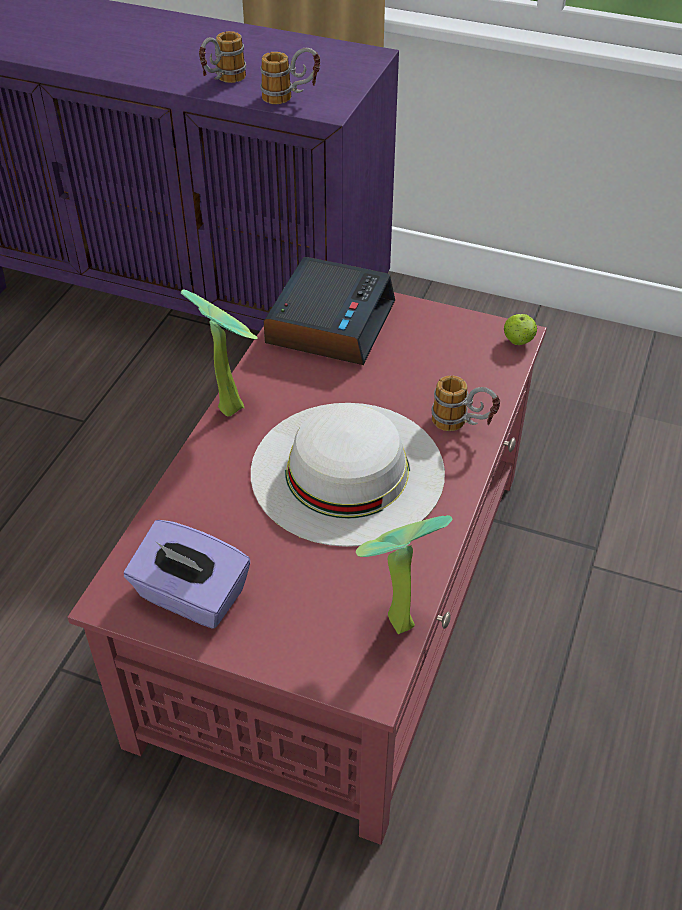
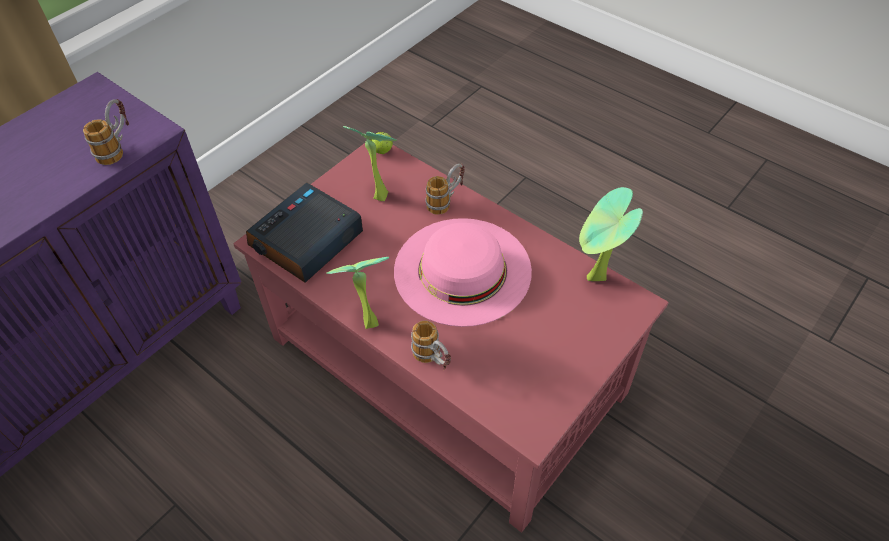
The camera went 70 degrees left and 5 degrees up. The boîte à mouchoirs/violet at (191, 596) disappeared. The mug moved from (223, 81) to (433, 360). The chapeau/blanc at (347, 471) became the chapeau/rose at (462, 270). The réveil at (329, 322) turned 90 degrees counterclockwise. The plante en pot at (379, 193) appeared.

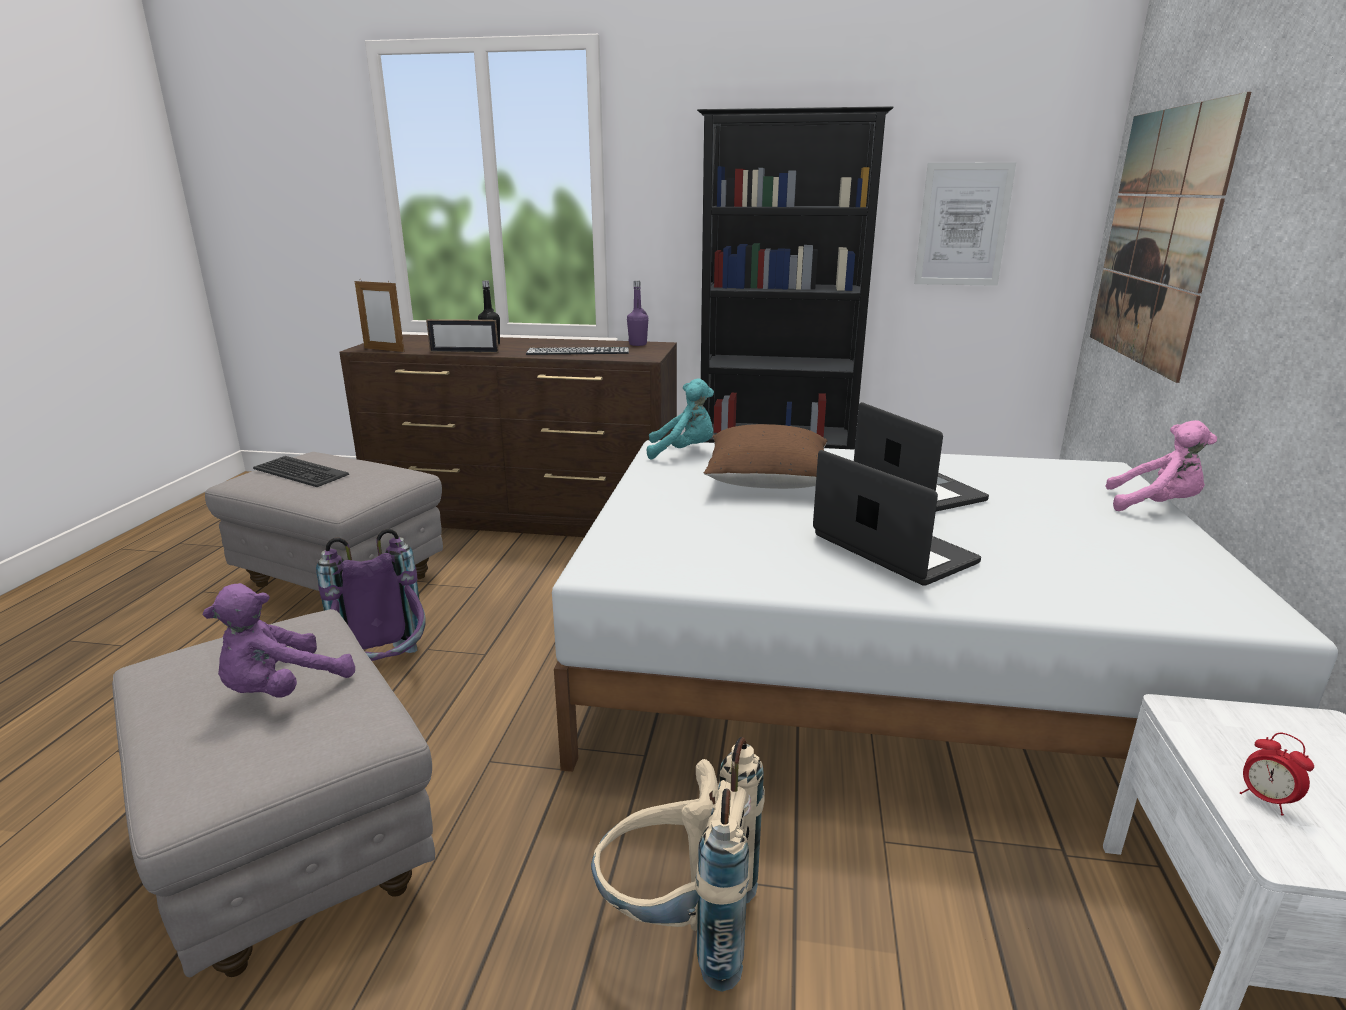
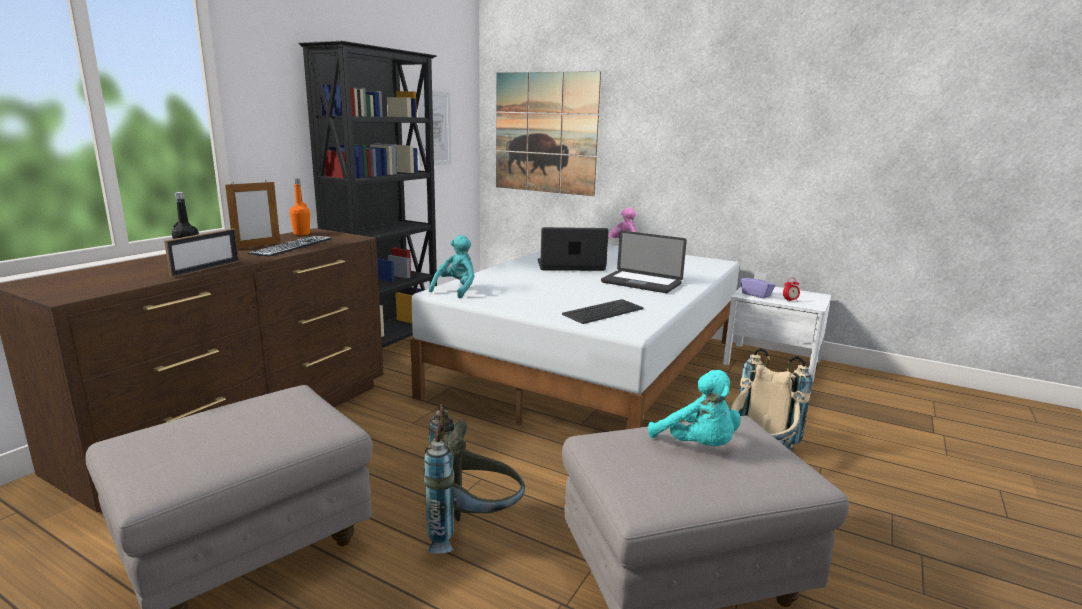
The camera went 70 degrees left and 5 degrees down. The peluche/violet at (282, 690) became the peluche/turquoise at (698, 446). The clavier moved from (299, 472) to (604, 312). The sac à dos/violet at (385, 673) became the sac à dos/gris at (472, 529). The cadre photo moved from (384, 350) to (257, 246). The bouteille/violet at (638, 344) became the bouteille/orange at (301, 234). The coussin/marron at (767, 481) disappeared. The ordinateur portable at (893, 549) turned 135 degrees counterclockwise. The boîte à mouchoirs/violet at (756, 295) appeared.

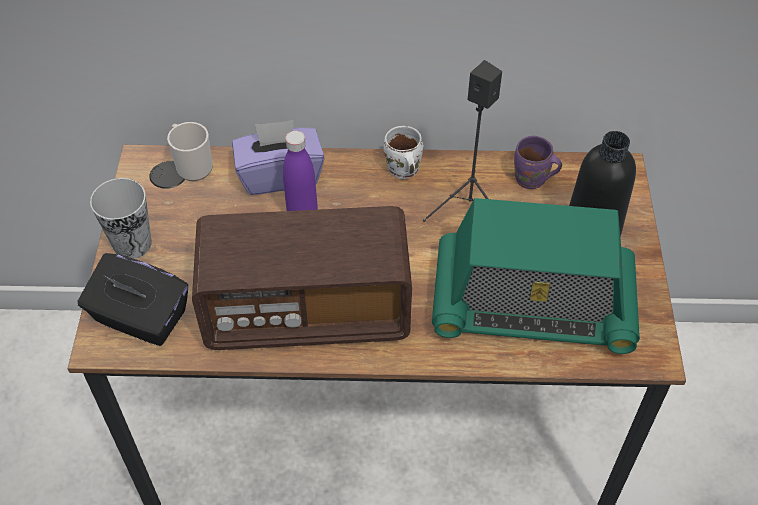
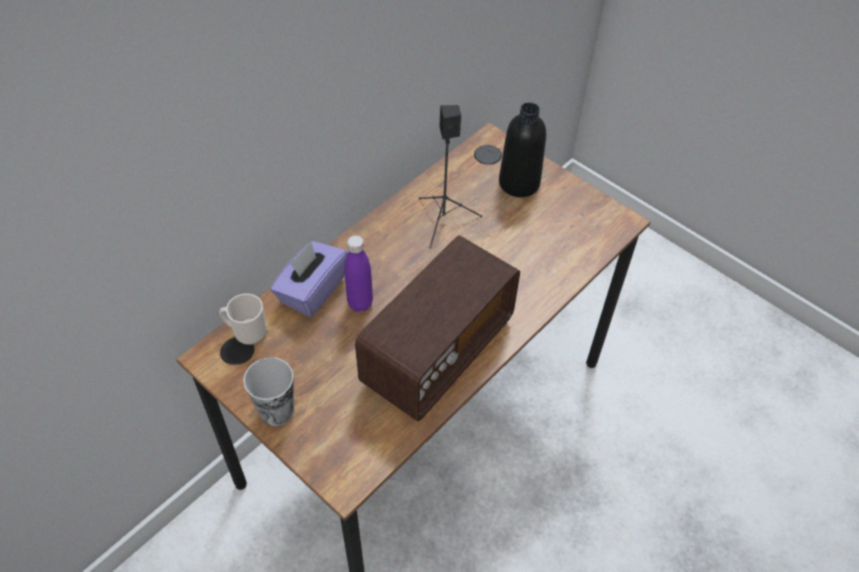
The camera went 50 degrees left and 0 degrees up. The boîte à mouchoirs/noir at (140, 318) disappeared. The mug/blanc at (402, 171) disappeared. The radio at (532, 304) disappeared. The mug/violet at (531, 180) disappeared.

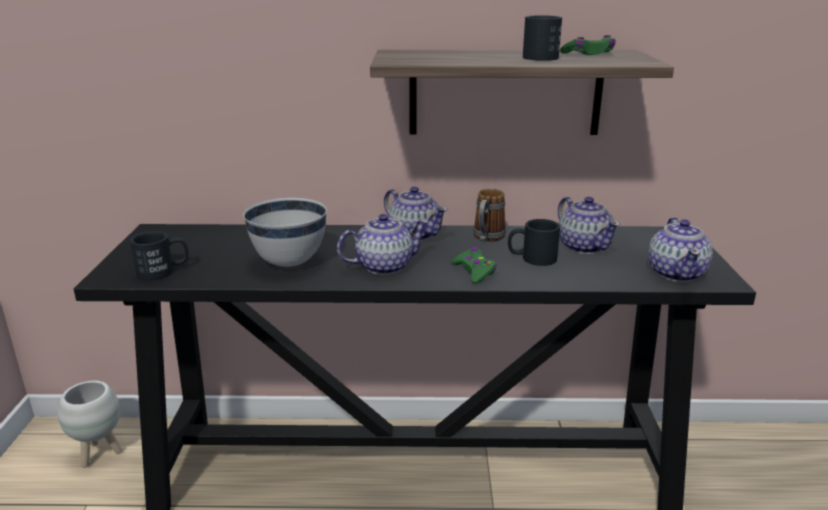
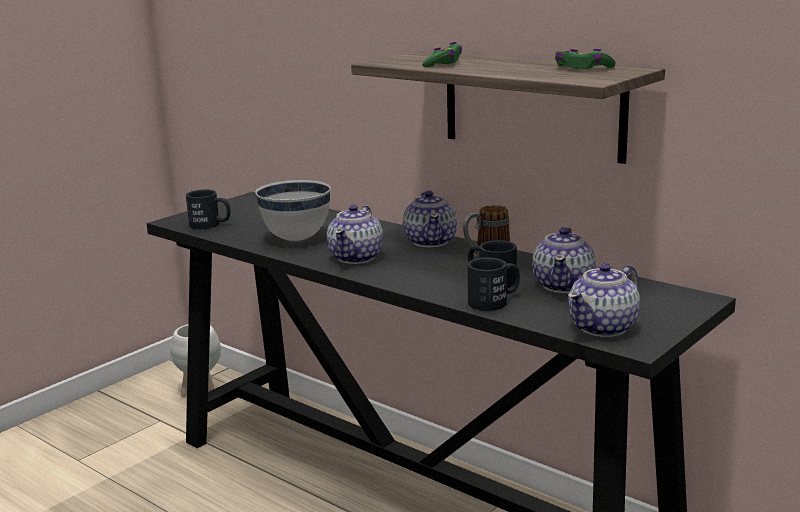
The camera went 40 degrees right and 5 degrees down. The théière at (383, 266) turned 90 degrees clockwise. The manette/vert moved from (474, 271) to (443, 63). The mug/noir moved from (542, 56) to (494, 301).

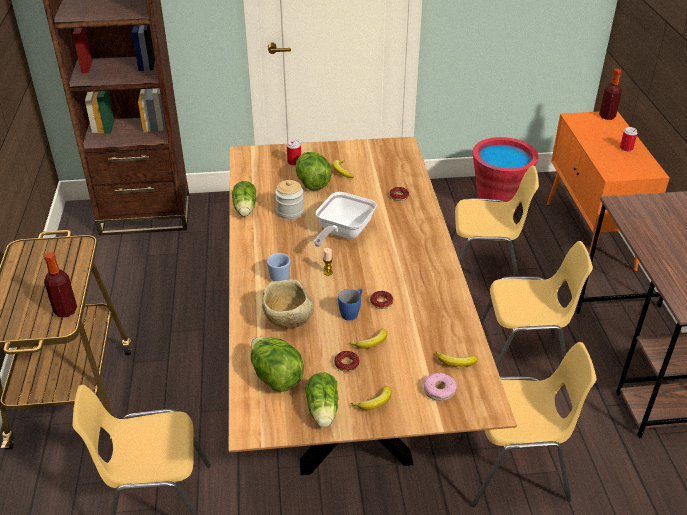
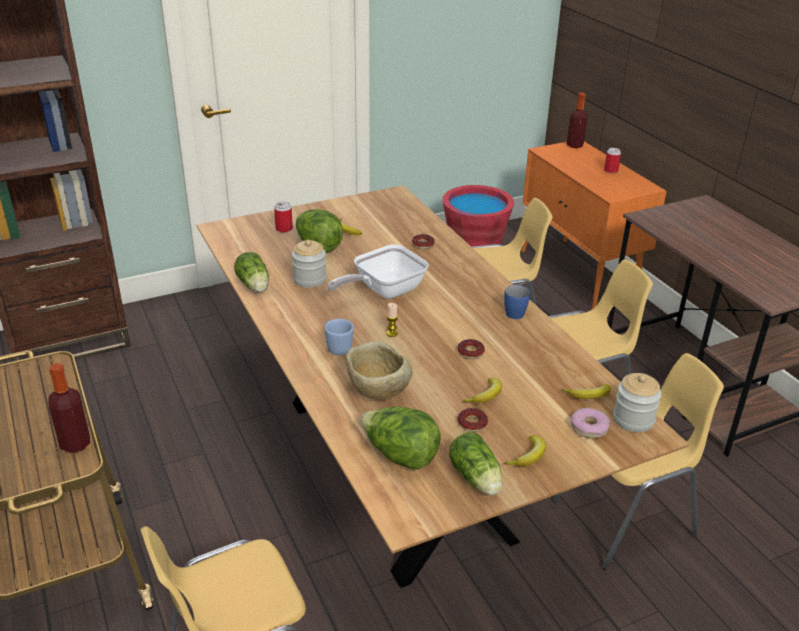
The camera went 20 degrees left and 5 degrees down. The poêle at (342, 233) turned 45 degrees clockwise. The mug/bleu moved from (352, 312) to (515, 311). The bocal at (633, 419) appeared.

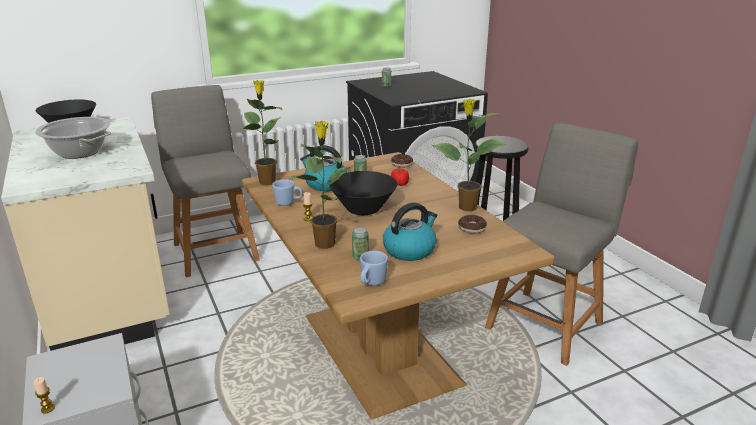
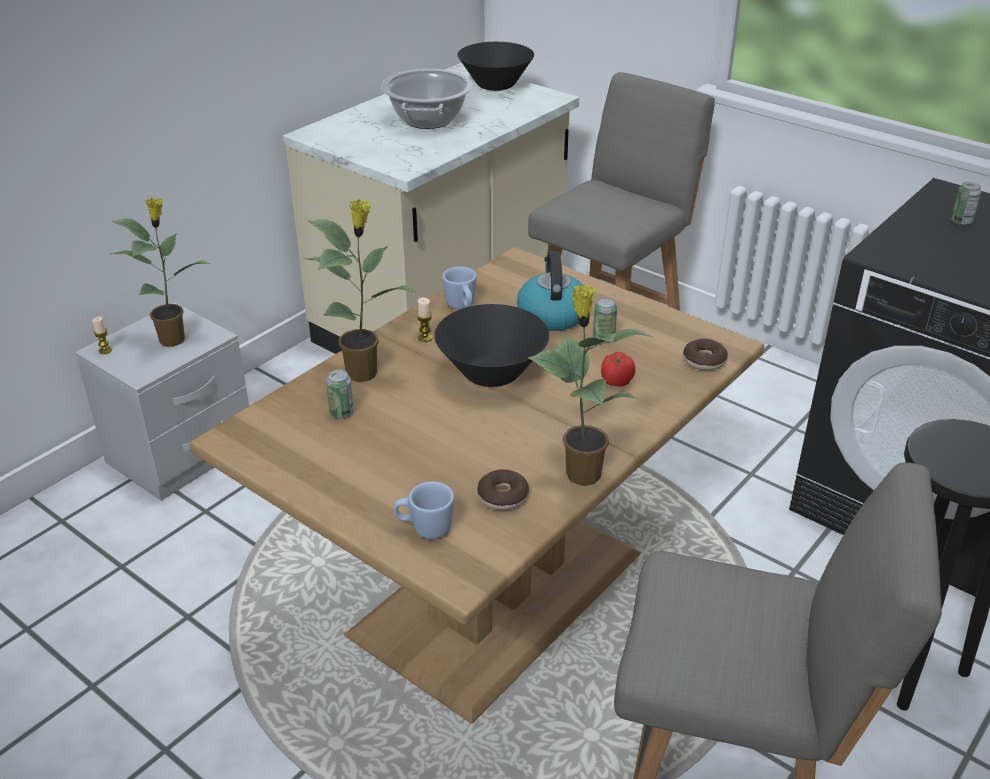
The camera went 65 degrees right and 10 degrees up. The plante en pot moved from (267, 181) to (174, 339). The mug/bleu moved from (371, 283) to (425, 529). The bouilloire at (410, 249) disappeared.

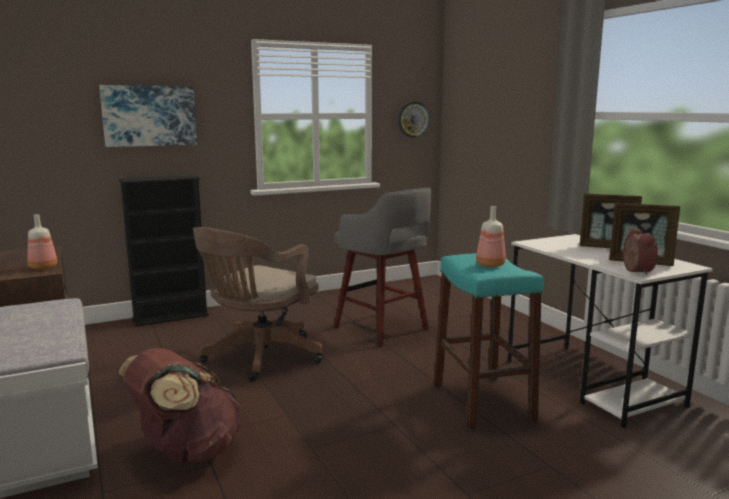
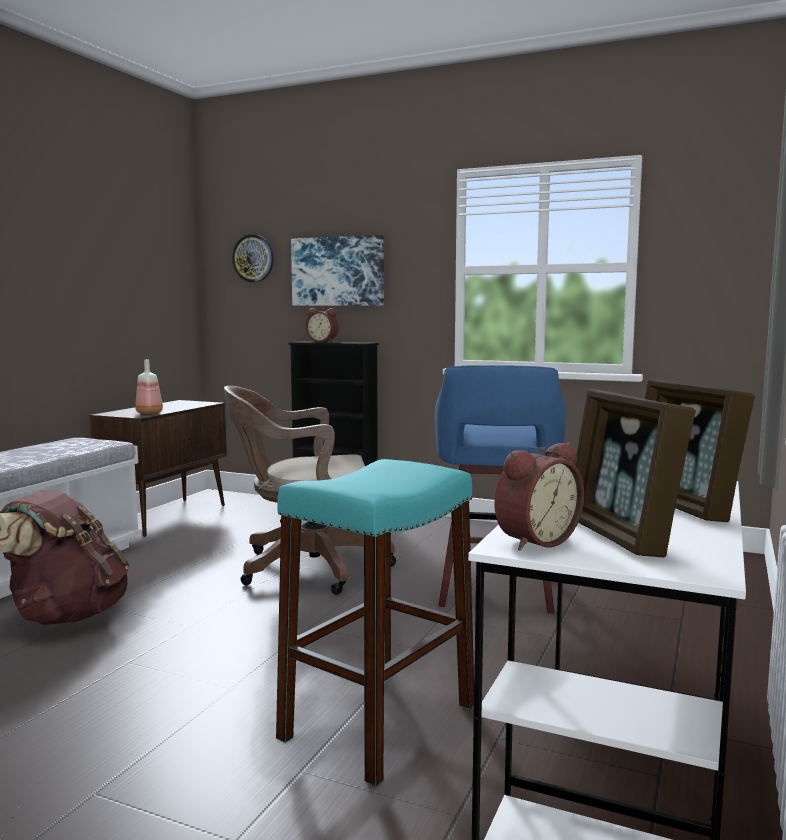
The camera went 50 degrees right and 5 degrees down. The tabouret/gris at (383, 330) became the tabouret/bleu at (495, 590). The horloge murale moved from (413, 119) to (253, 258). The bouteille at (491, 265) disappeared. The réveil at (323, 341) appeared.

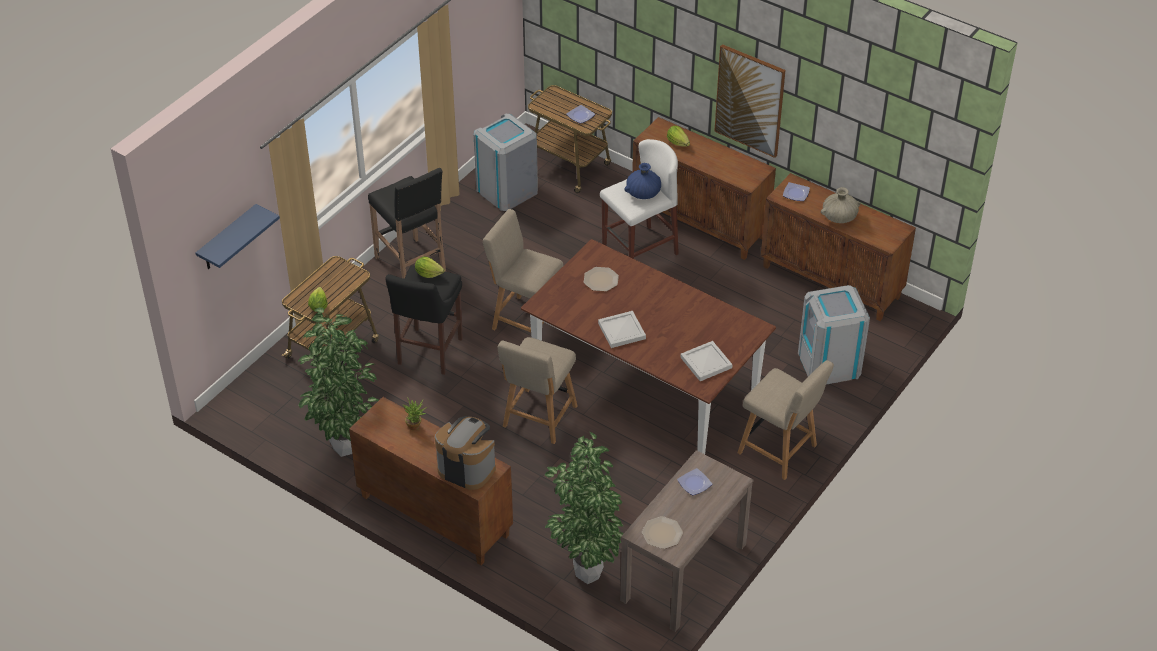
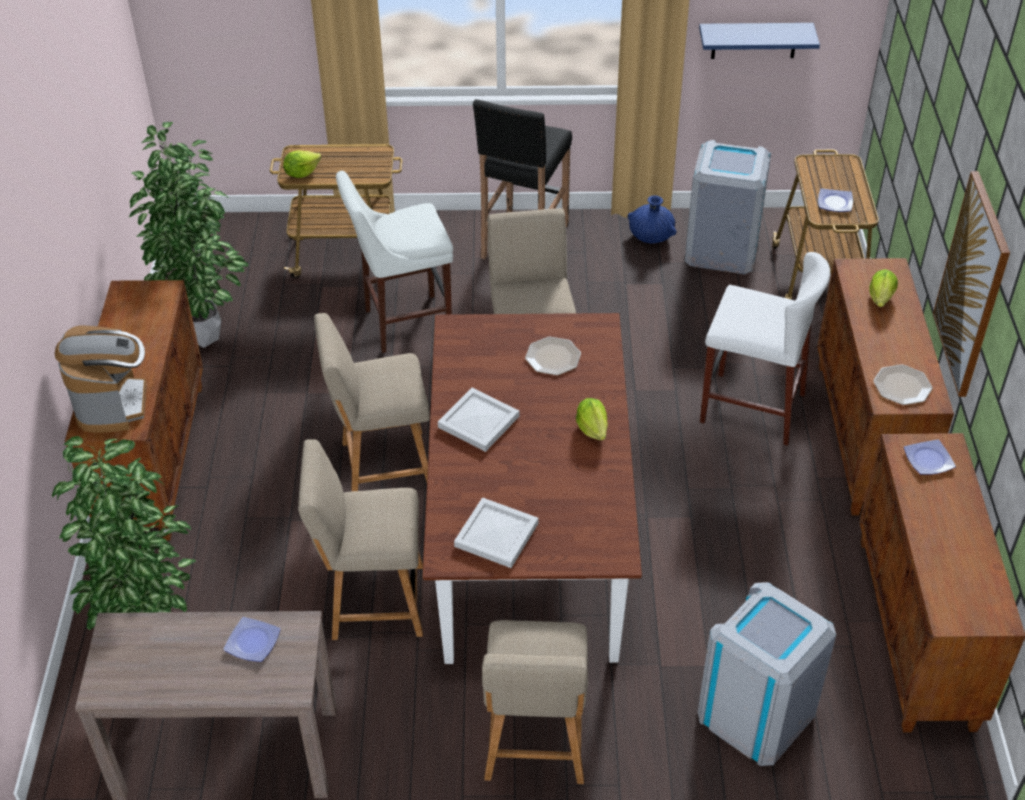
The camera went 55 degrees right and 0 degrees up. The étagère/bleu moved from (227, 239) to (754, 40). The tabouret/noir at (428, 353) became the tabouret/blanc at (403, 323). The plante en pot at (416, 426) disappeared. The laitue moved from (428, 273) to (592, 429). The vase/bleu moved from (643, 193) to (651, 236). The assiette moved from (661, 533) to (902, 385). The vase/beige at (839, 217) disappeared. The chaise/beige at (371, 601) appeared.

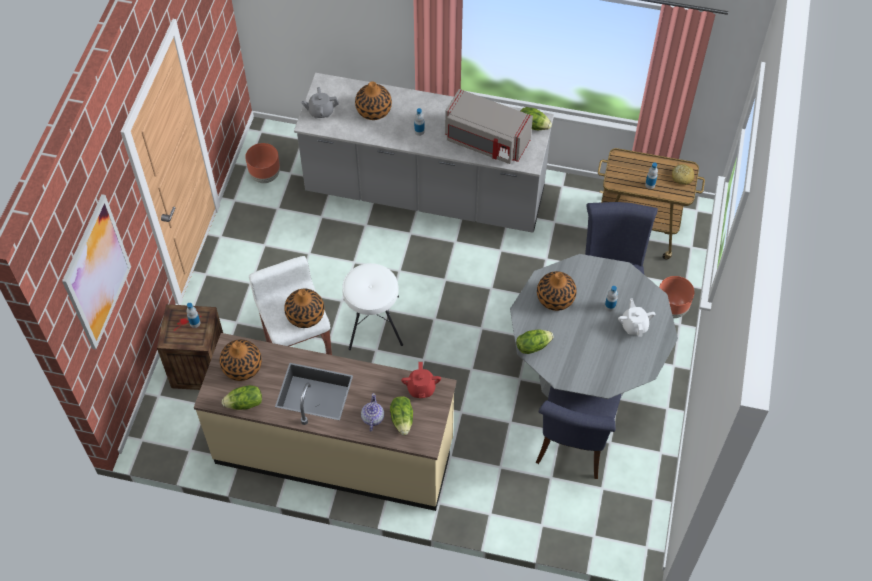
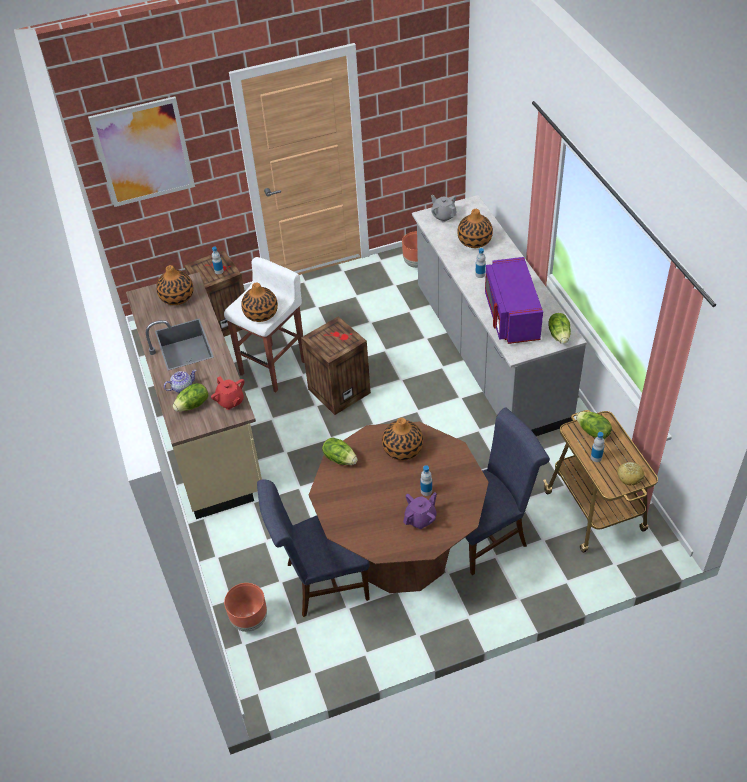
The camera went 60 degrees right and 10 degrees down. The laitue moved from (244, 404) to (592, 432). The tabouret/blanc at (373, 322) was replaced by the caisse at (339, 390). The théière/rouge at (421, 388) turned 90 degrees counterclockwise. The micro-ondes/gris at (486, 141) became the micro-ondes/violet at (510, 316). The table à manger/gris at (583, 375) became the table à manger/marron at (401, 552). The théière/blanc at (634, 325) became the théière/violet at (420, 518). The cache-pot/marron moved from (671, 309) to (249, 620).

